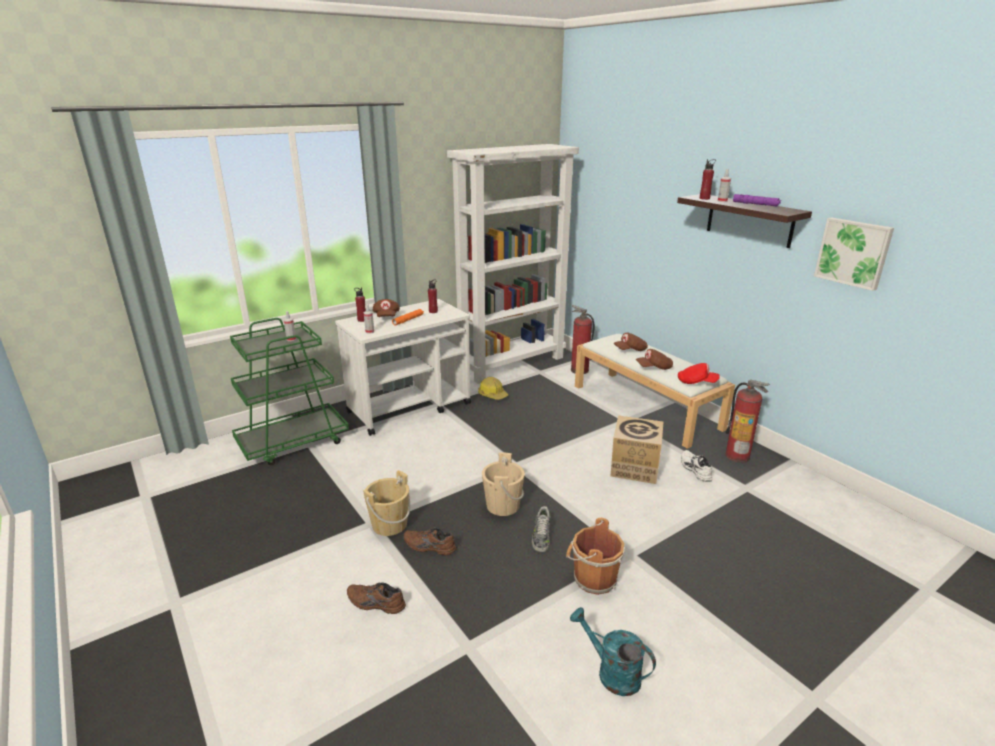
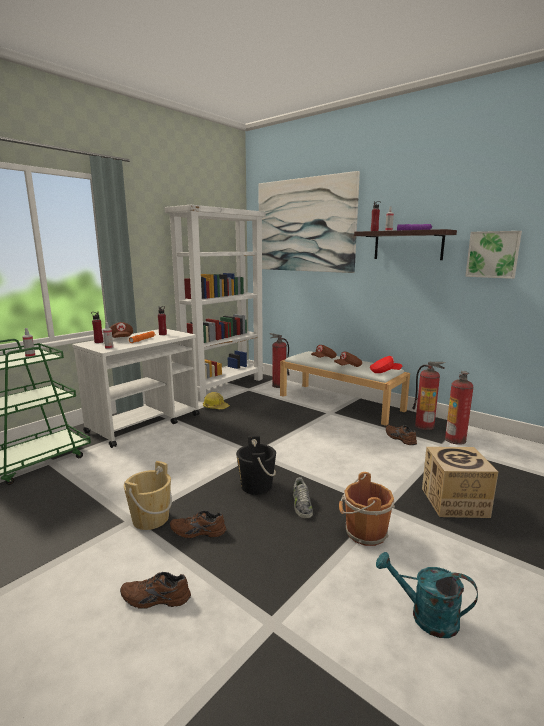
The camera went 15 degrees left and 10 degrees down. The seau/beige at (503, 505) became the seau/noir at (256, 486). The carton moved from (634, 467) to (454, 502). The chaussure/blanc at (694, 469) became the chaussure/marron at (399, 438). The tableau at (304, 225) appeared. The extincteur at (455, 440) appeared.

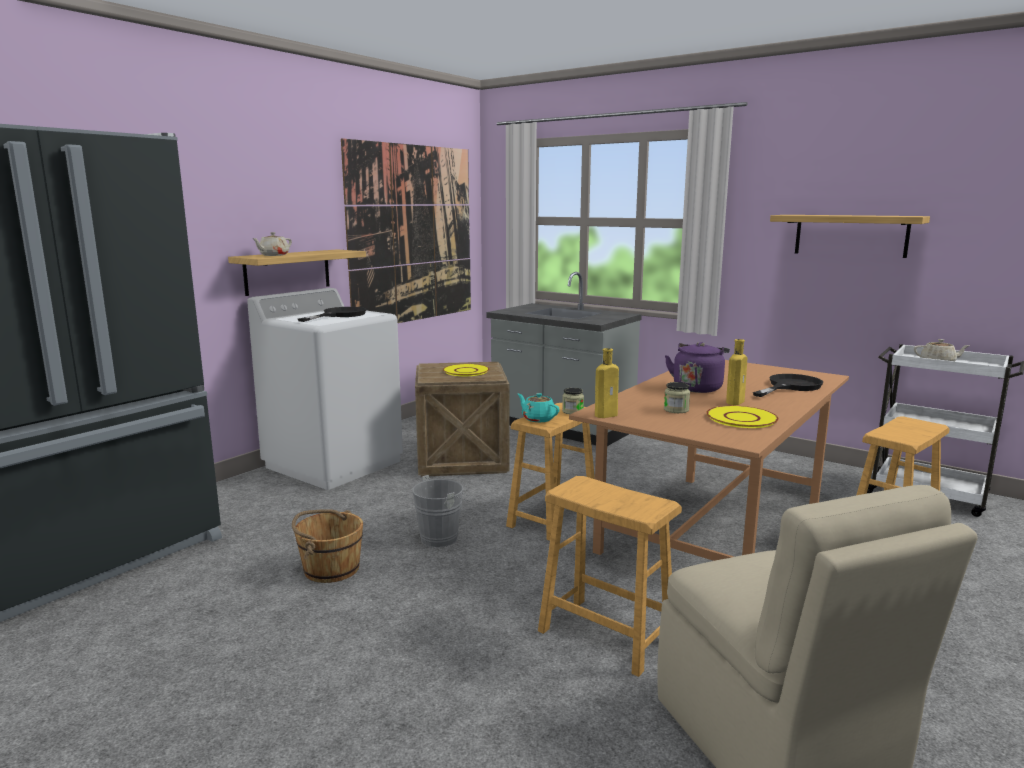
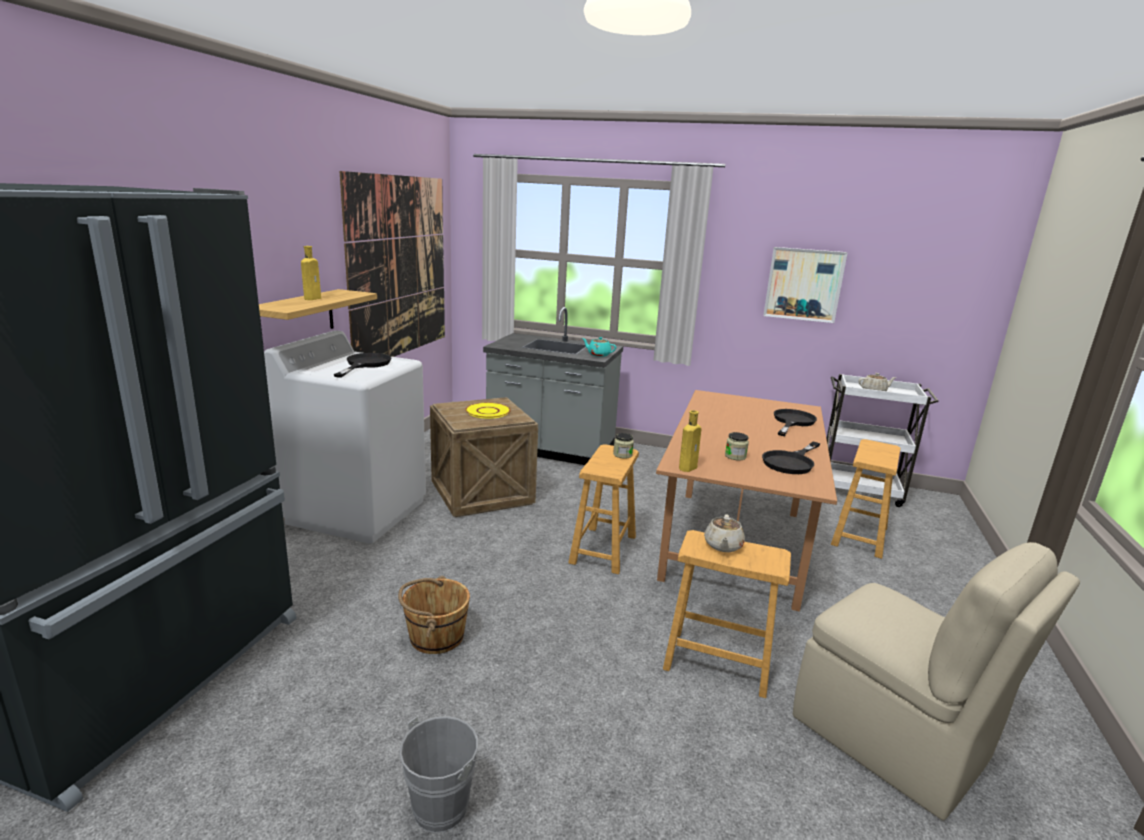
The camera went 20 degrees left and 5 degrees up. The théière/beige moved from (273, 255) to (723, 546). The seau/gris moved from (443, 538) to (445, 803). The théière/turquoise moved from (538, 419) to (598, 355). The bouilloire/violet at (697, 388) disappeared. The assiette/jaune at (741, 418) was replaced by the poêle/noir at (791, 462). The bouteille/jaune moved from (735, 401) to (313, 298). The étagère at (850, 235) was replaced by the tableau at (803, 284).

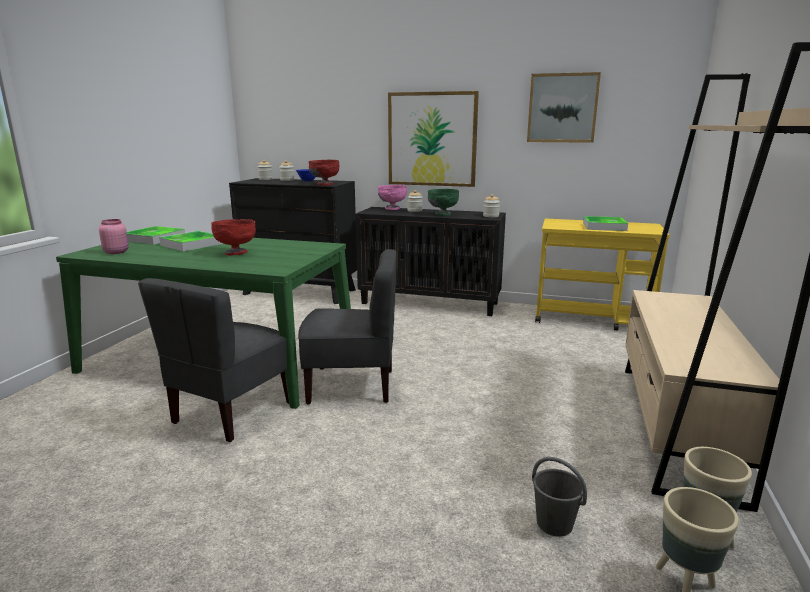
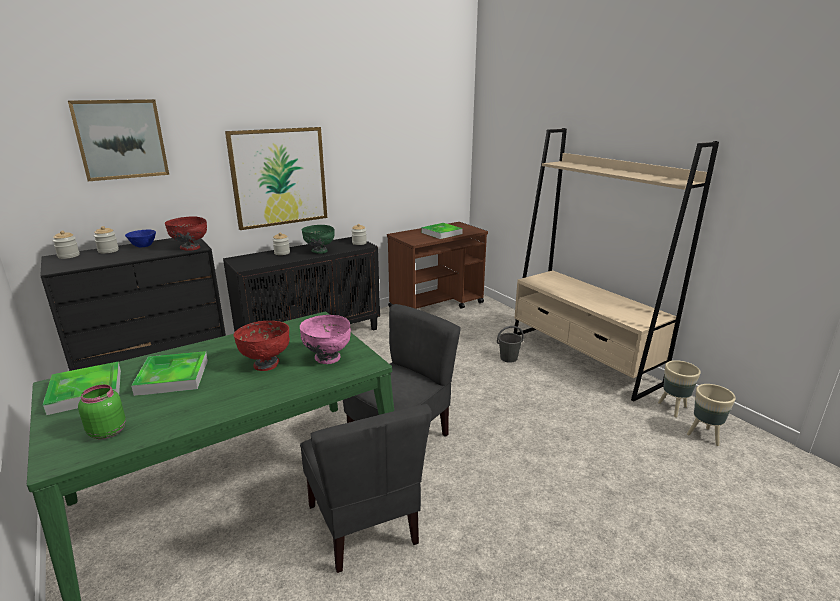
The camera went 50 degrees left and 5 degrees up. The bocal/rose at (117, 252) became the bocal/vert at (107, 431). The bol/rose moved from (392, 209) to (327, 358). The tableau moved from (562, 108) to (121, 139). The seau/gris moved from (554, 523) to (508, 358). The chariot/jaune at (592, 319) became the chariot/marron at (437, 305).

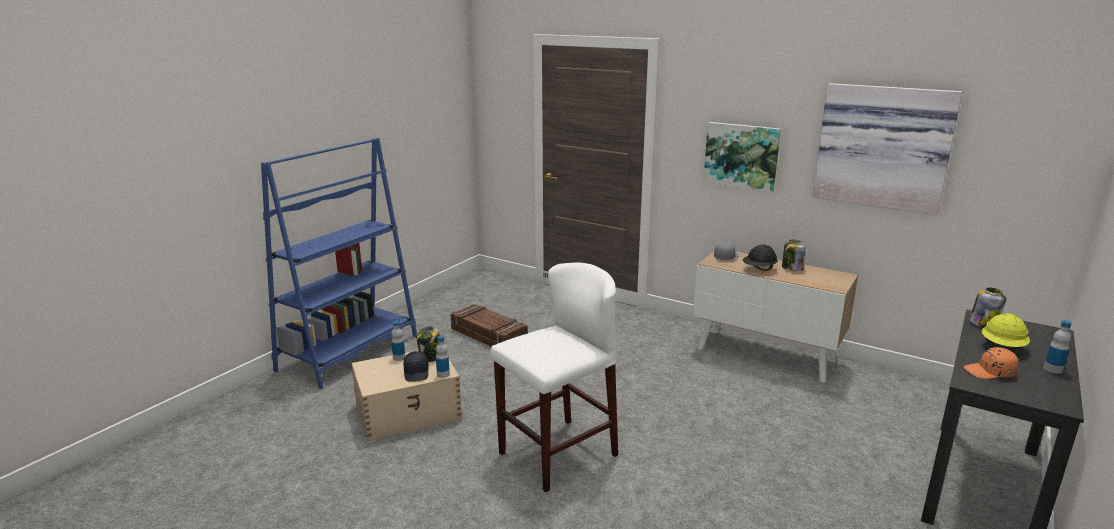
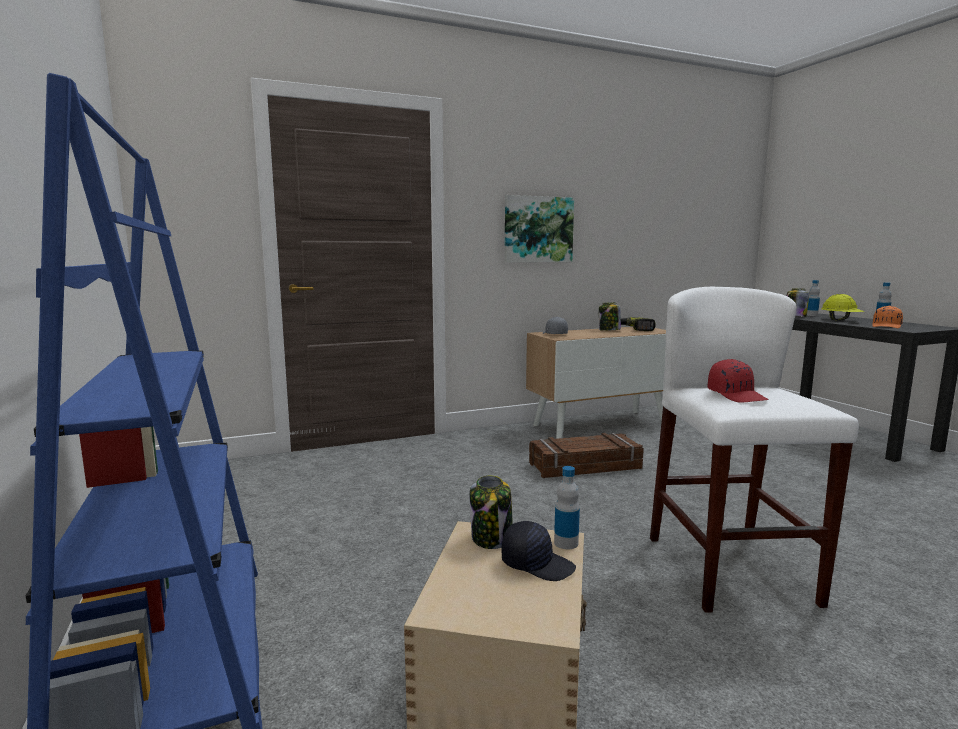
The camera went 55 degrees left and 10 degrees down. The bouteille moved from (399, 358) to (811, 315). The caisse moved from (488, 335) to (585, 466). The casque de chantier/noir at (759, 269) disappeared. The tableau at (883, 146) disappeared. The perceuse at (636, 329) appeared. The casquette/rouge at (737, 395) appeared.

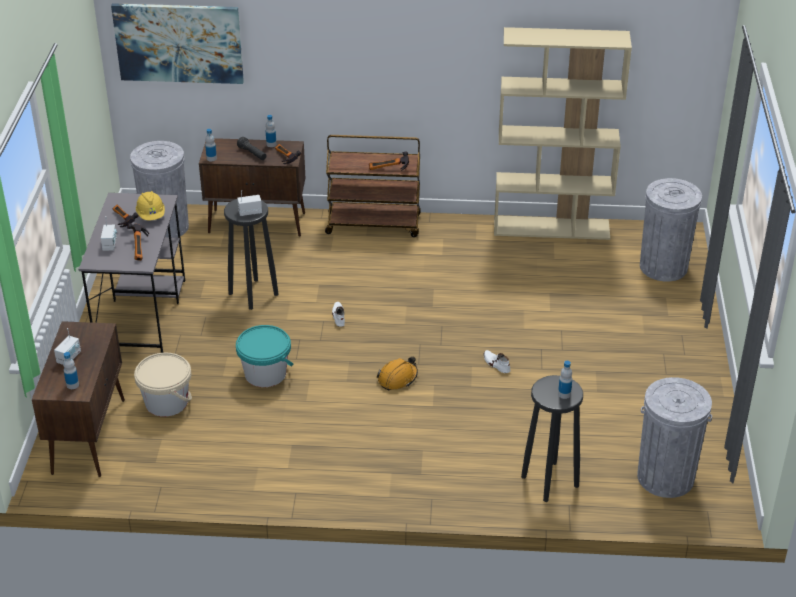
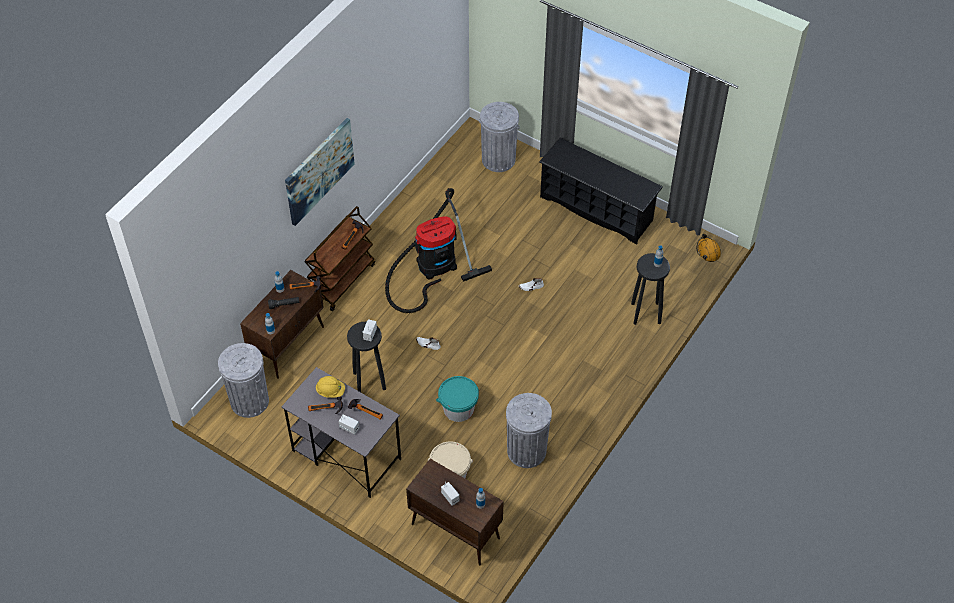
The camera went 60 degrees left and 15 degrees up. The tableau moved from (178, 43) to (319, 171). The casque de chantier/orange moved from (397, 378) to (708, 251). The bibliothèque/beige at (552, 227) disappeared. The poubelle/gris moved from (665, 477) to (526, 451). The aspirateur at (432, 267) appeared. The étagère à chaussures/noir at (597, 209) appeared.

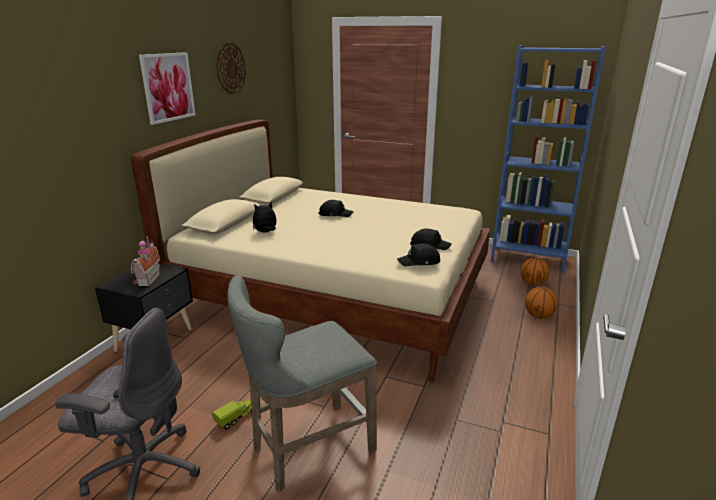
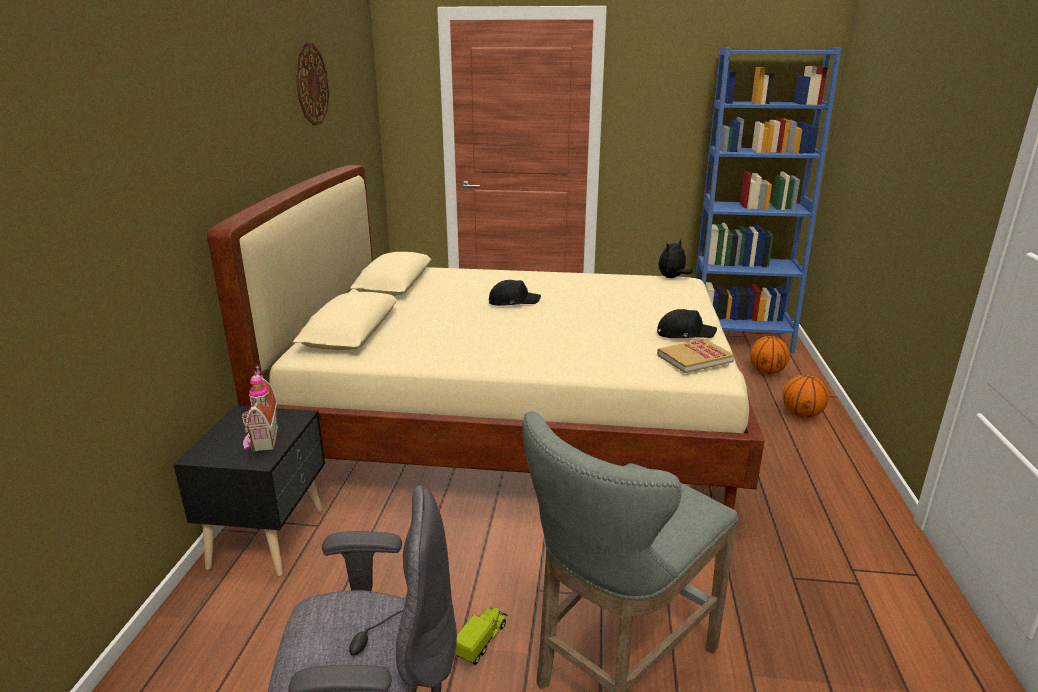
The camera went 15 degrees left and 0 degrees up. The tableau at (168, 87) disappeared. The peluche moved from (265, 232) to (672, 278). The casquette/noir at (419, 262) was replaced by the livre at (694, 358).

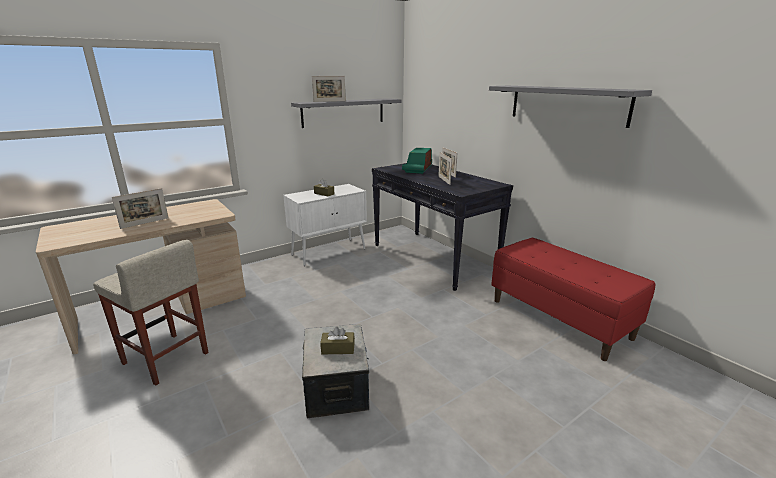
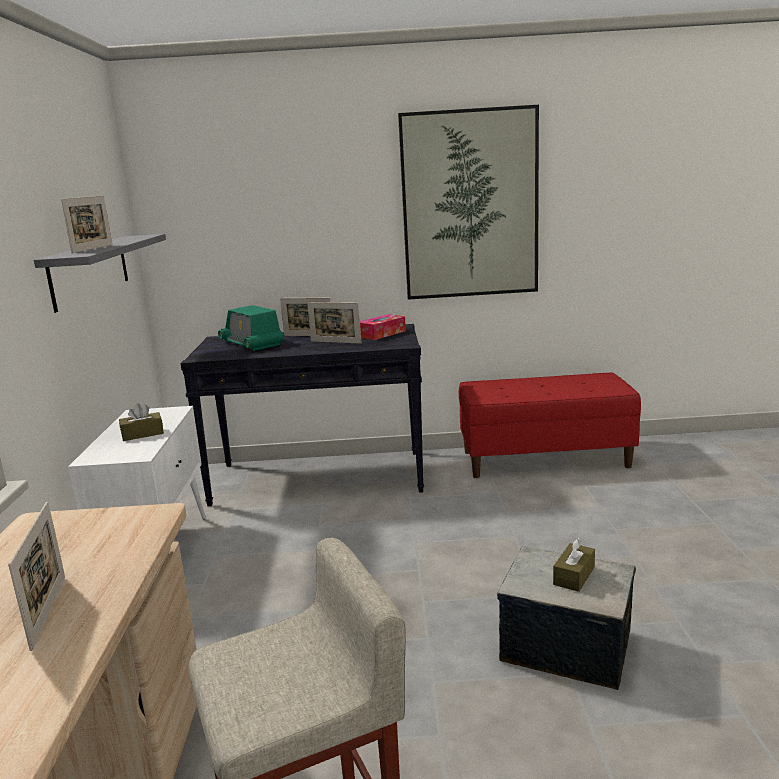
The camera went 55 degrees left and 5 degrees down. The étagère/gris at (567, 104) was replaced by the tableau at (470, 205). The boîte à mouchoirs at (382, 334) appeared.

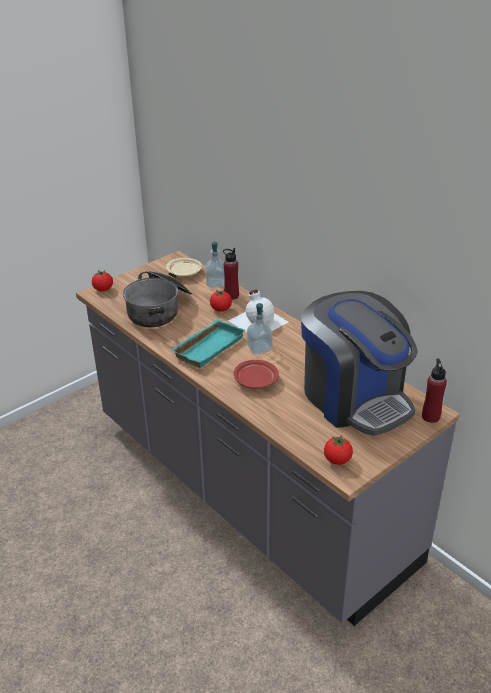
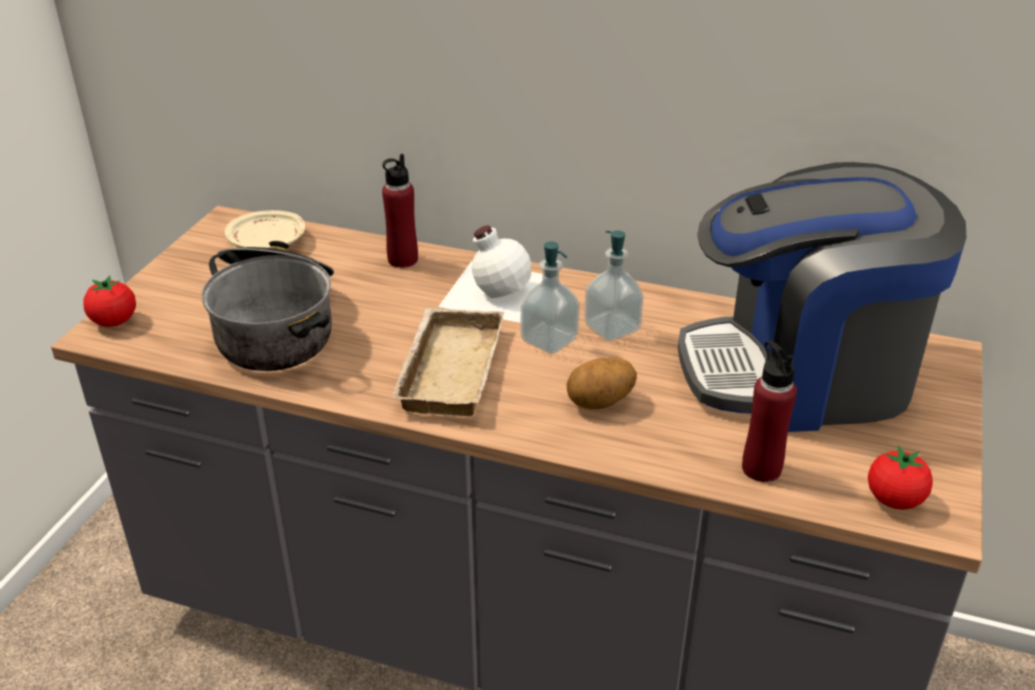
The camera went 30 degrees left and 0 degrees up. The plateau/turquoise at (208, 346) became the plateau/beige at (447, 368). The distributeur de savon moved from (216, 283) to (612, 328). The tomate at (221, 309) disappeared. The assiette/rouge at (255, 380) was replaced by the pomme de terre at (600, 403). The machine à café at (354, 398) turned 150 degrees clockwise. The bouteille/rouge moved from (430, 416) to (761, 468).

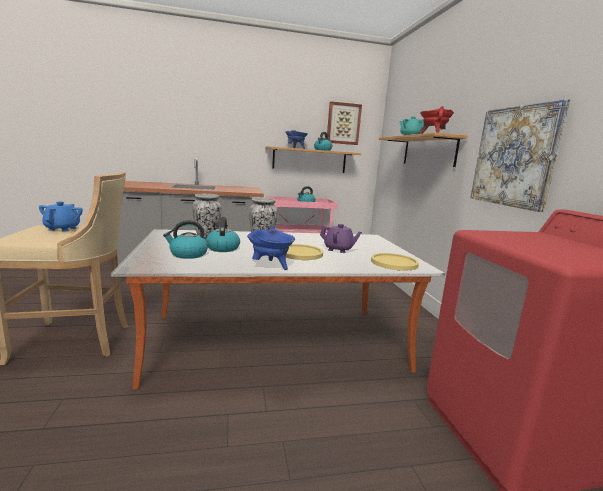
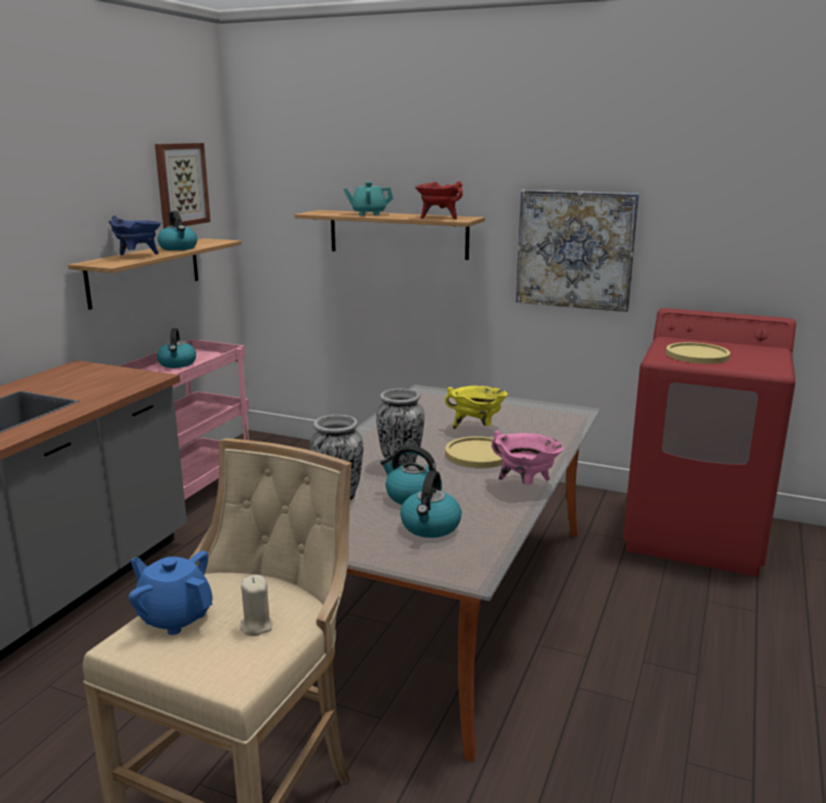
The camera went 55 degrees left and 5 degrees up. The marmite/bleu at (270, 266) became the marmite/rose at (526, 485). The théière/violet at (338, 250) was replaced by the marmite/jaune at (477, 428). The assiette/jaune moved from (394, 263) to (697, 355). The bougie/beige at (256, 626) appeared.

